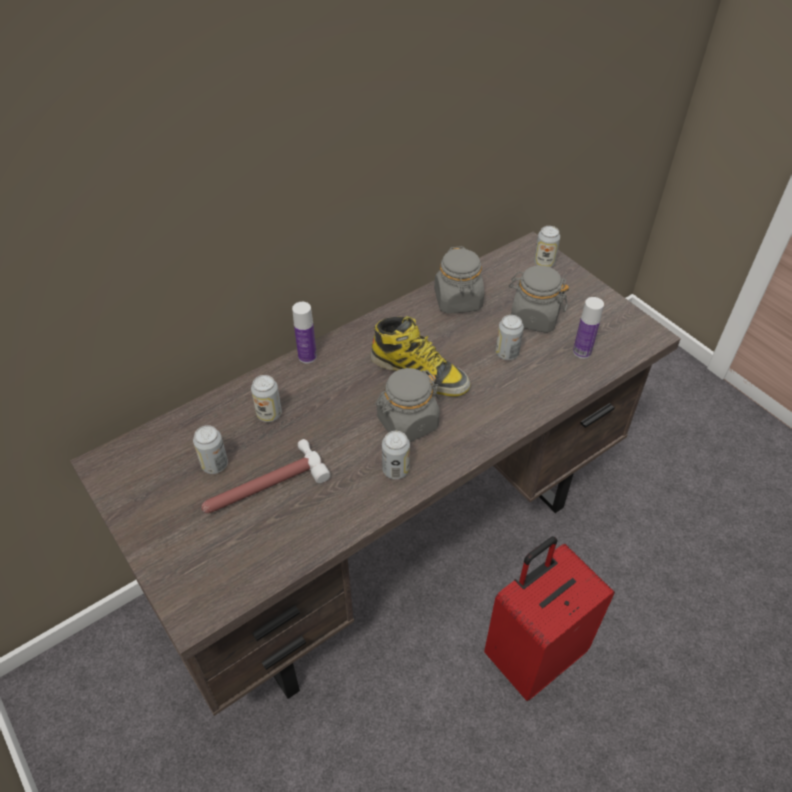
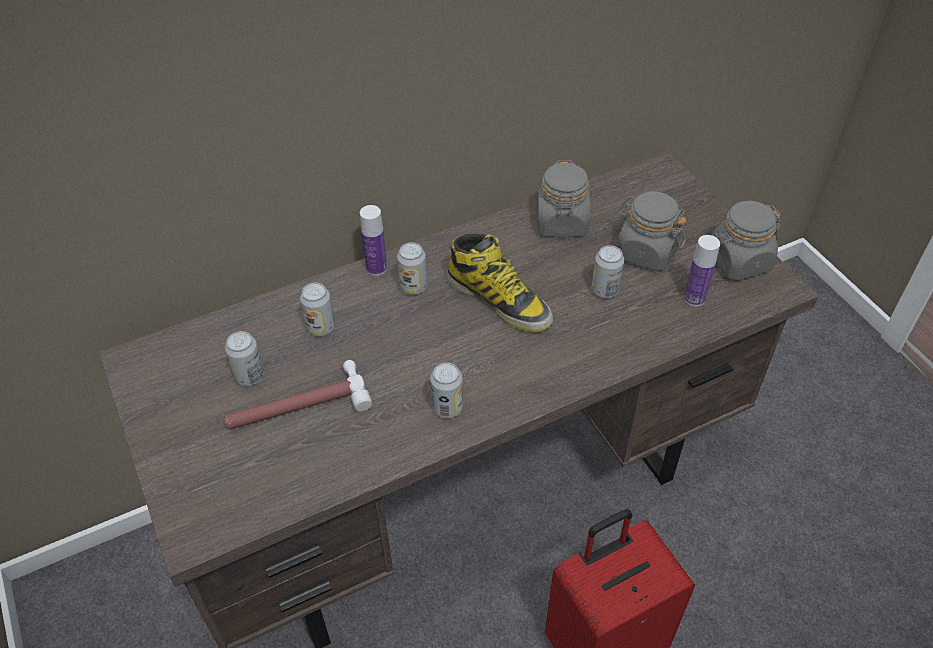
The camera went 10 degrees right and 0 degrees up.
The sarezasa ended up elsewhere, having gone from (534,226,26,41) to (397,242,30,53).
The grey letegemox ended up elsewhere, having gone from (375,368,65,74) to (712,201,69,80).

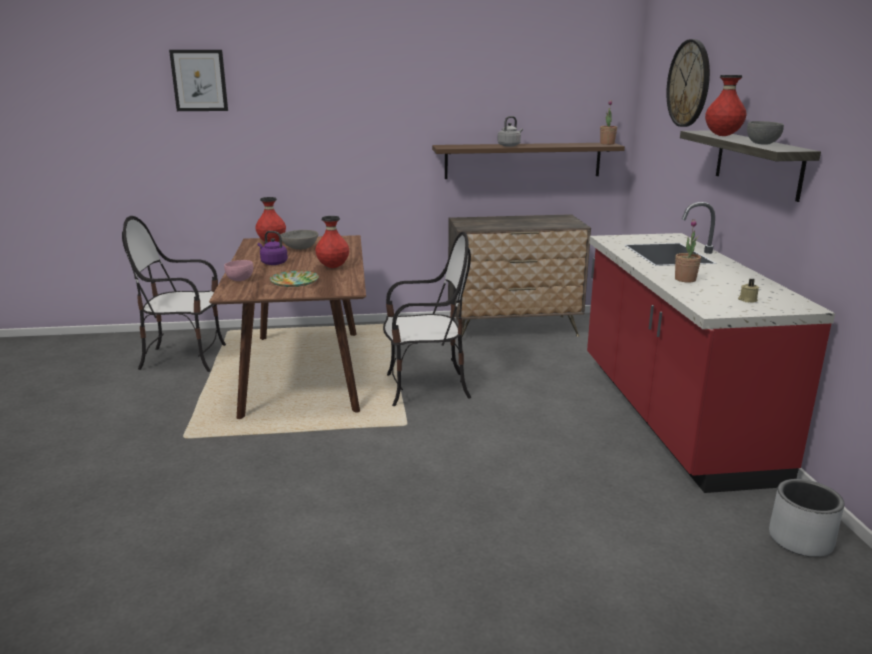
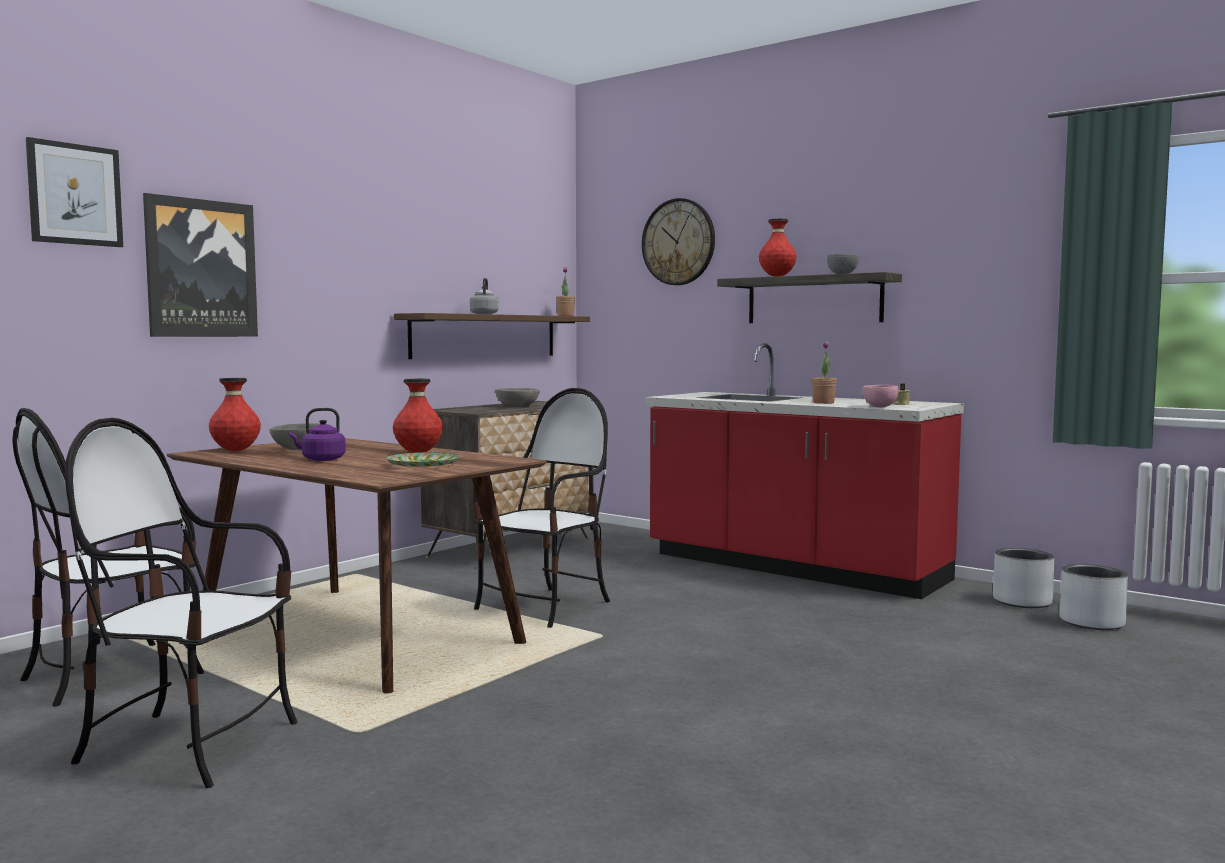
The camera went 45 degrees left and 15 degrees down.
The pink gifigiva ended up elsewhere, having gone from (224,260,29,21) to (863,385,35,23).
The second view gained the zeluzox at (143,193,115,144).
The second view gained the grey gifigiva at (495,388,45,19).
The second view gained the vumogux at (65,418,233,370).
The second view gained the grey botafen at (1059,564,69,66).

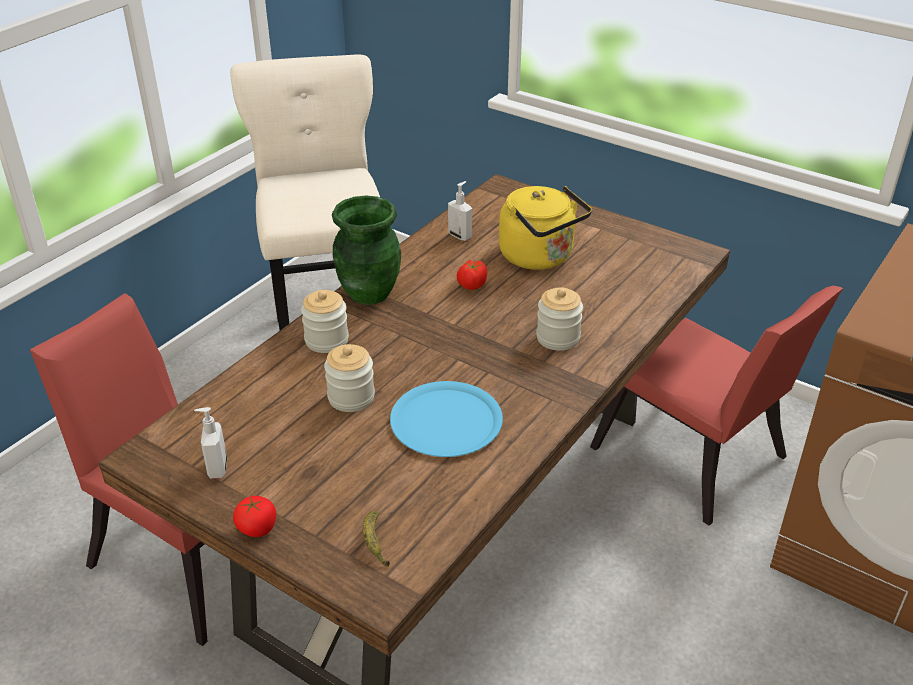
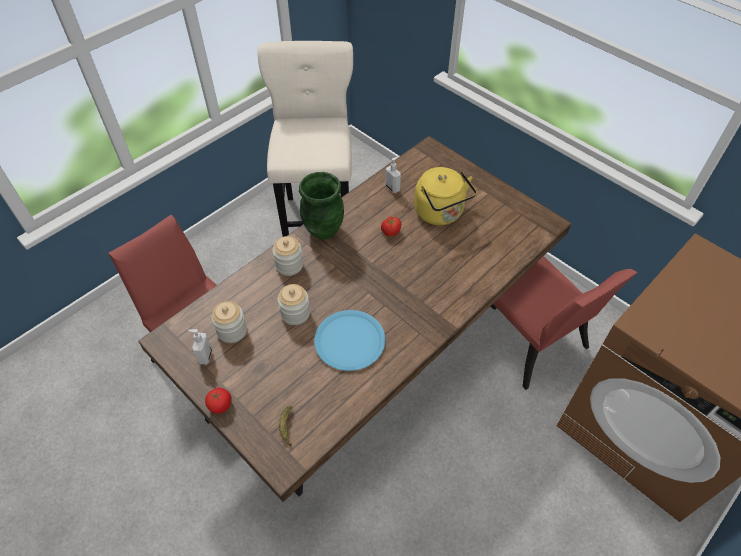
The camera went 10 degrees right and 15 degrees up.
The letegemox ended up elsewhere, having gone from (536,287,47,64) to (211,301,36,42).

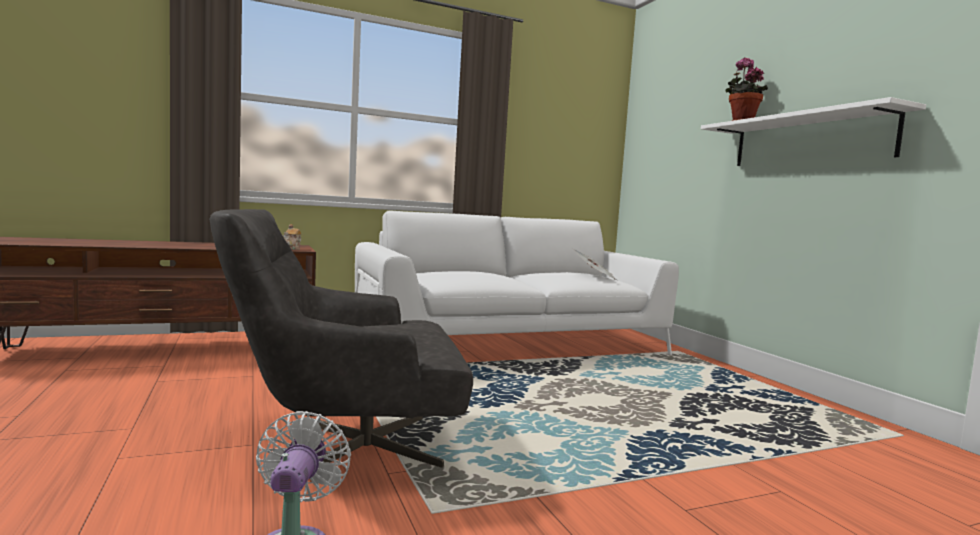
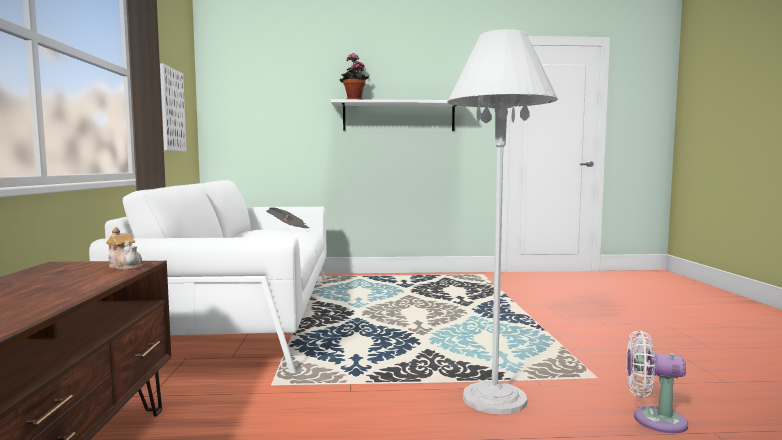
The camera went 70 degrees left and 0 degrees up.
Where the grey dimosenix stood at (209,209,264,259), the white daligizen came to stand at (447,29,111,386).
The second view gained the zeluzox at (160,64,27,88).

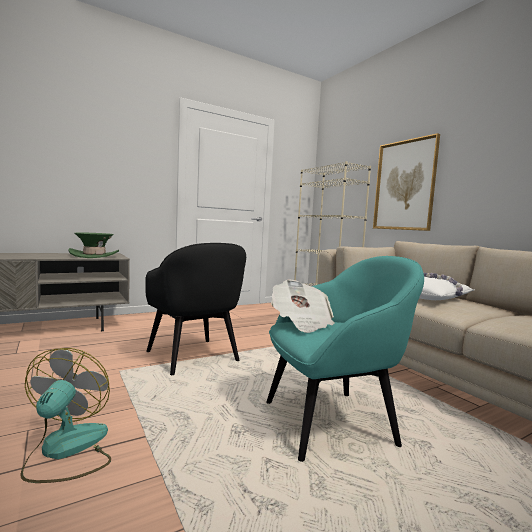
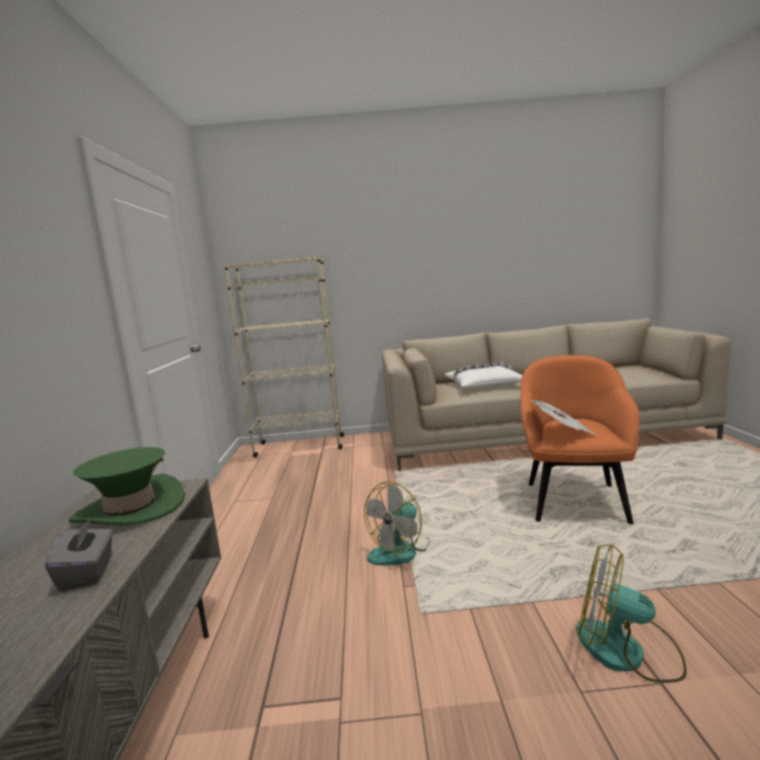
The camera went 60 degrees left and 5 degrees up.
The second view lost the zeluzox at (373,133,67,98).
Where the black dimosenix stood at (145,243,101,132), the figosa came to stand at (364,482,66,83).
What was the turquoise dimosenix at (266,256,158,206) turned into the orange dimosenix at (520,355,120,169).
The second view gained the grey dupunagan at (45,517,68,75).

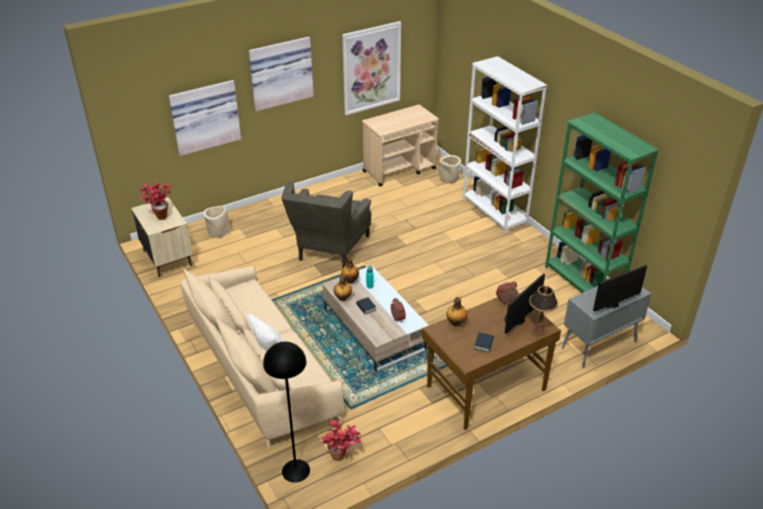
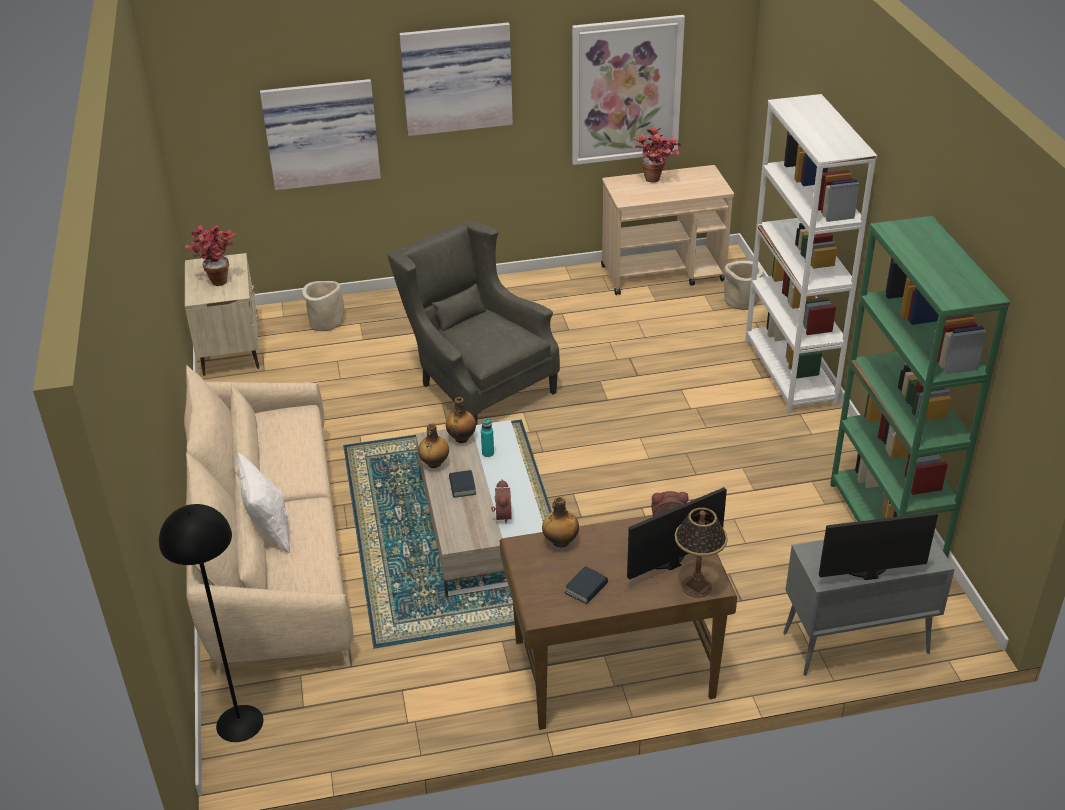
The camera went 20 degrees right and 0 degrees up.
The grey dimosenix at (282,181,89,87) ended up facing another way, 105 degrees clockwise from before.
The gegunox ended up elsewhere, having gone from (320,420,41,41) to (633,127,48,56).

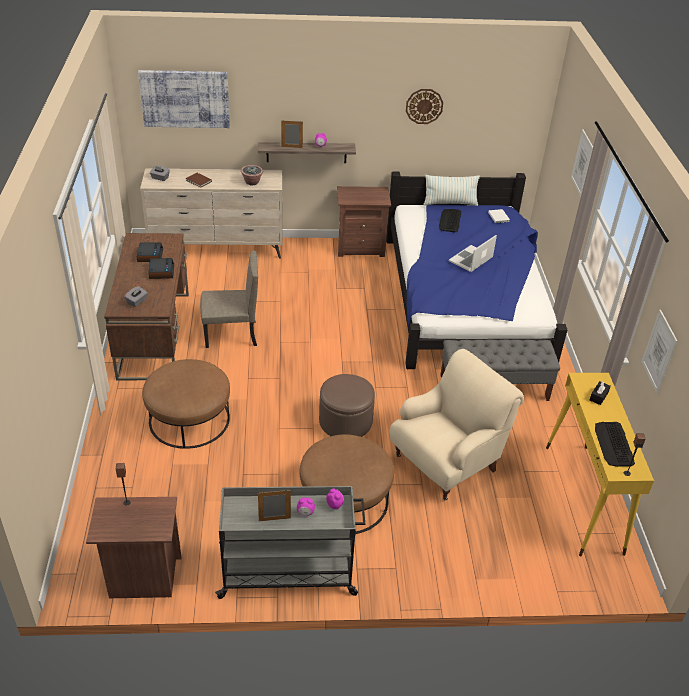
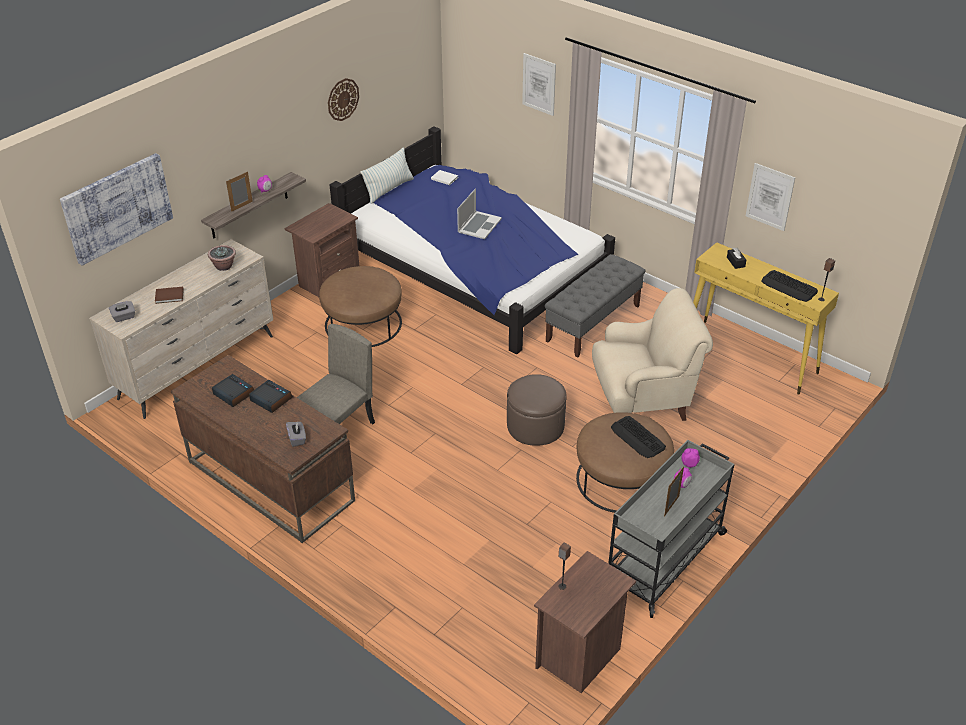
The camera went 45 degrees left and 0 degrees up.
The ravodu ended up elsewhere, having gone from (439,209,22,23) to (611,416,55,42).
The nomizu at (449,235,48,37) ended up facing another way, 150 degrees counterclockwise from before.
The beige dimosenix at (390,349,134,151) ended up facing another way, 75 degrees clockwise from before.
The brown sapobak ended up elsewhere, having gone from (142,359,88,90) to (319,266,83,81).

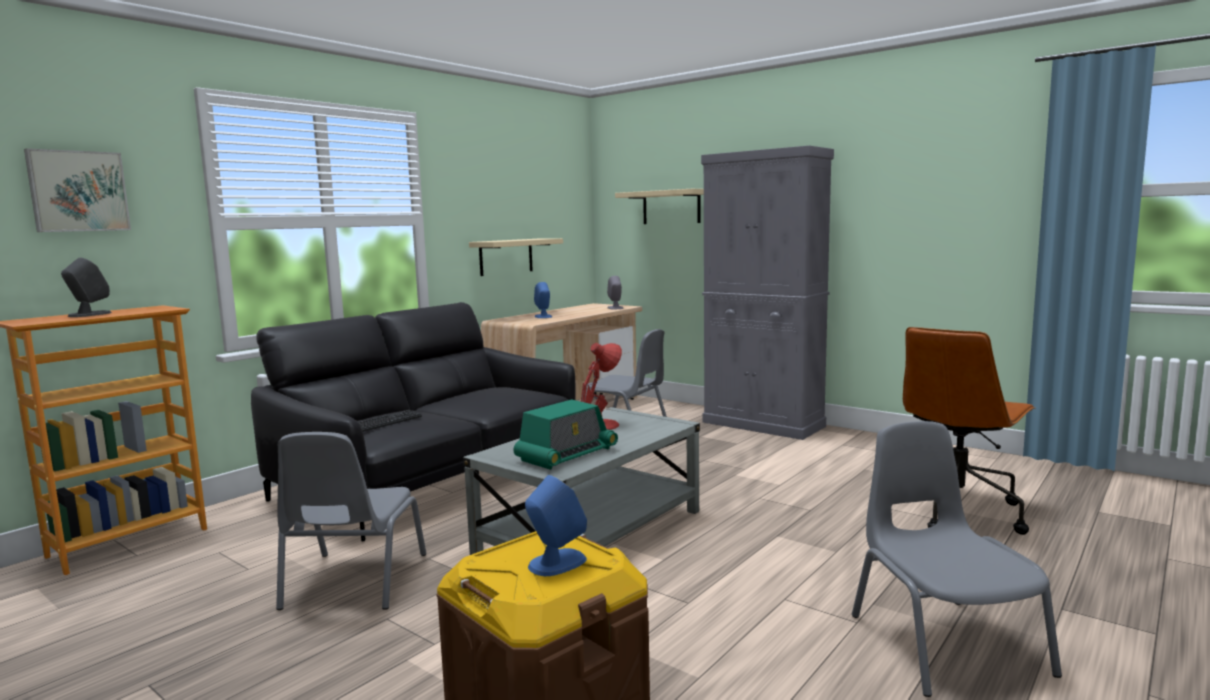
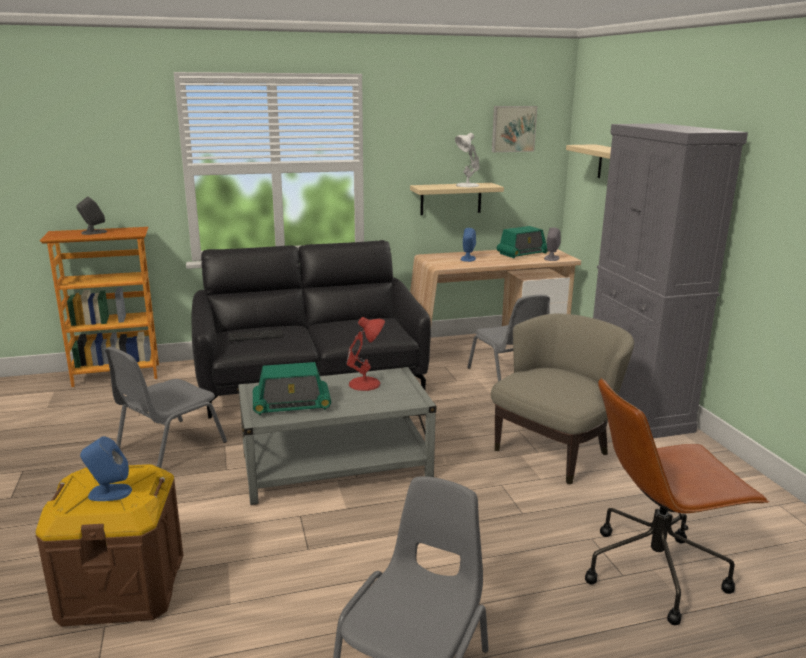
The camera went 35 degrees right and 10 degrees up.
The zeluzox ended up elsewhere, having gone from (24,148,107,84) to (492,106,45,46).
The second view gained the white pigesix at (455,133,25,54).
The second view gained the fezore at (497,226,51,32).
The second view gained the beige dimosenix at (491,314,143,170).

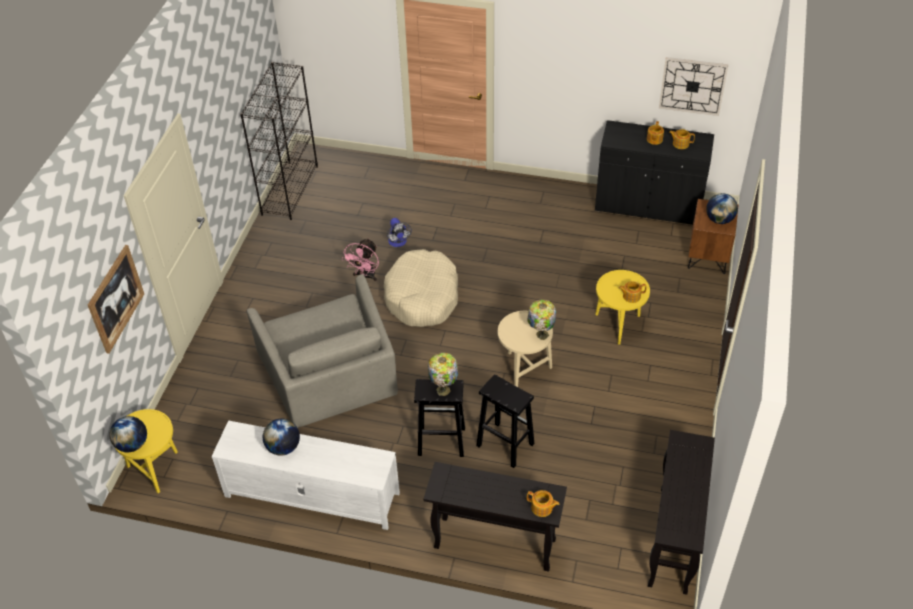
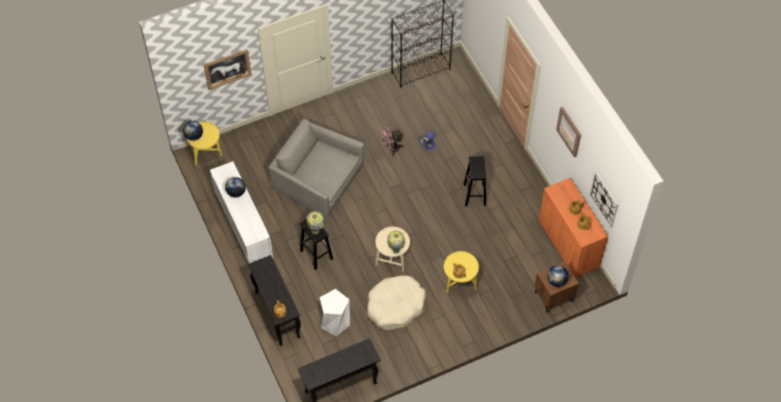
The camera went 50 degrees right and 10 degrees up.
What was the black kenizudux at (595,120,119,105) turned into the orange kenizudux at (539,178,70,100).
The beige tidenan ended up elsewhere, having gone from (384,249,74,78) to (367,275,60,55).
The grey dimosenix at (247,274,151,154) ended up facing another way, 90 degrees clockwise from before.
The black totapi ended up elsewhere, having gone from (476,374,58,94) to (463,156,23,50).
The second view gained the zeluzox at (556,107,25,50).
The second view gained the white totapi at (320,289,30,47).

